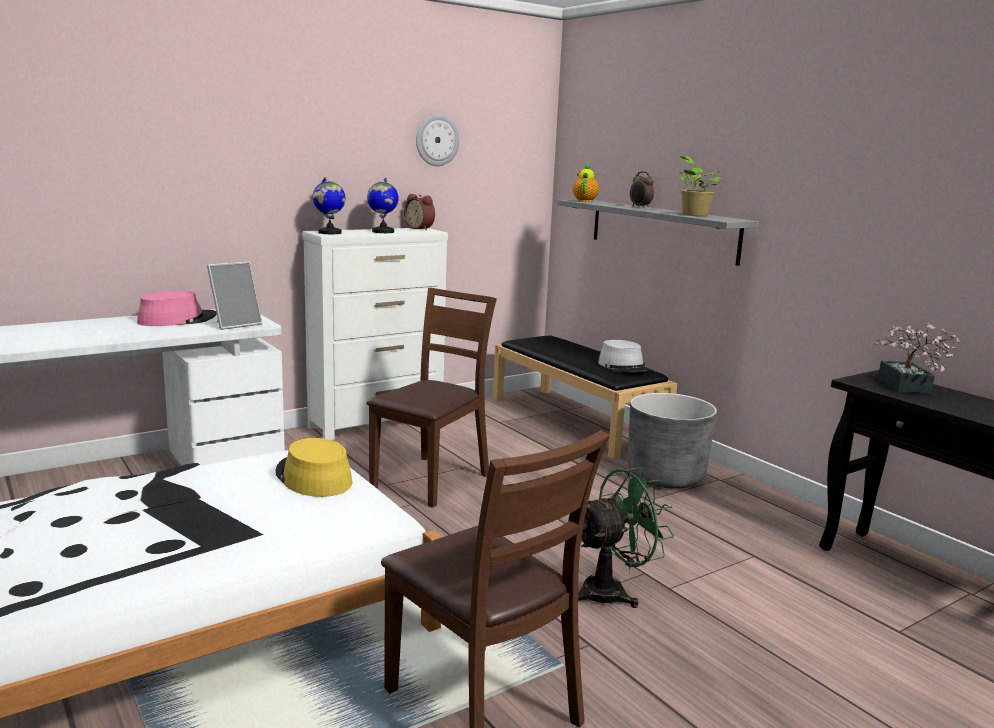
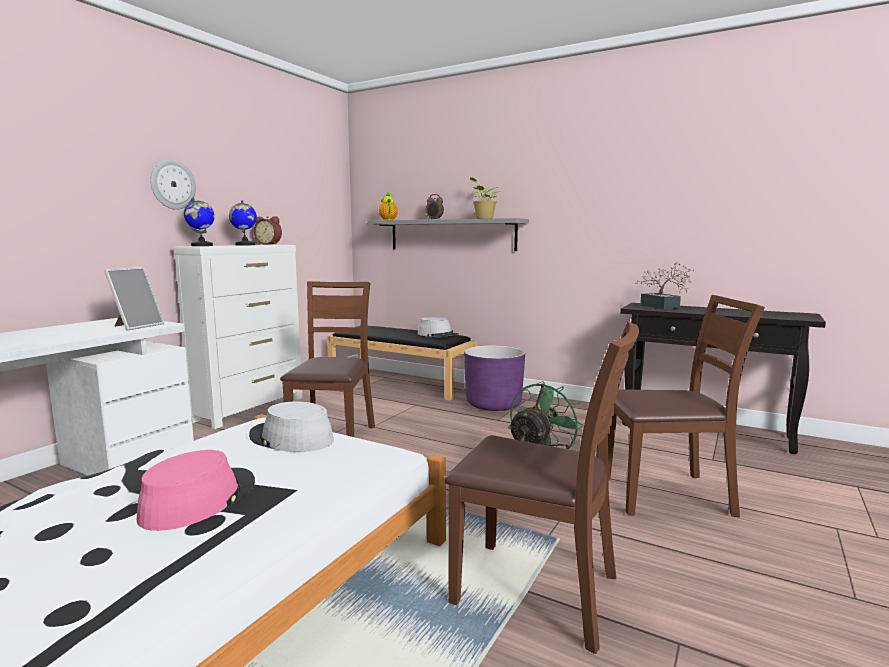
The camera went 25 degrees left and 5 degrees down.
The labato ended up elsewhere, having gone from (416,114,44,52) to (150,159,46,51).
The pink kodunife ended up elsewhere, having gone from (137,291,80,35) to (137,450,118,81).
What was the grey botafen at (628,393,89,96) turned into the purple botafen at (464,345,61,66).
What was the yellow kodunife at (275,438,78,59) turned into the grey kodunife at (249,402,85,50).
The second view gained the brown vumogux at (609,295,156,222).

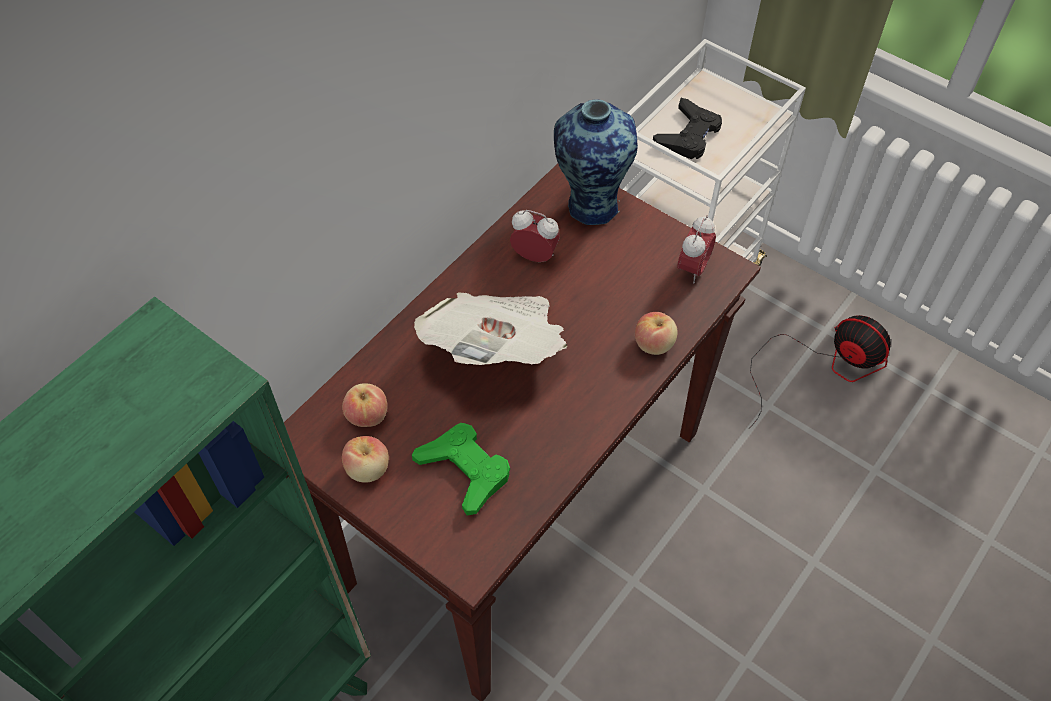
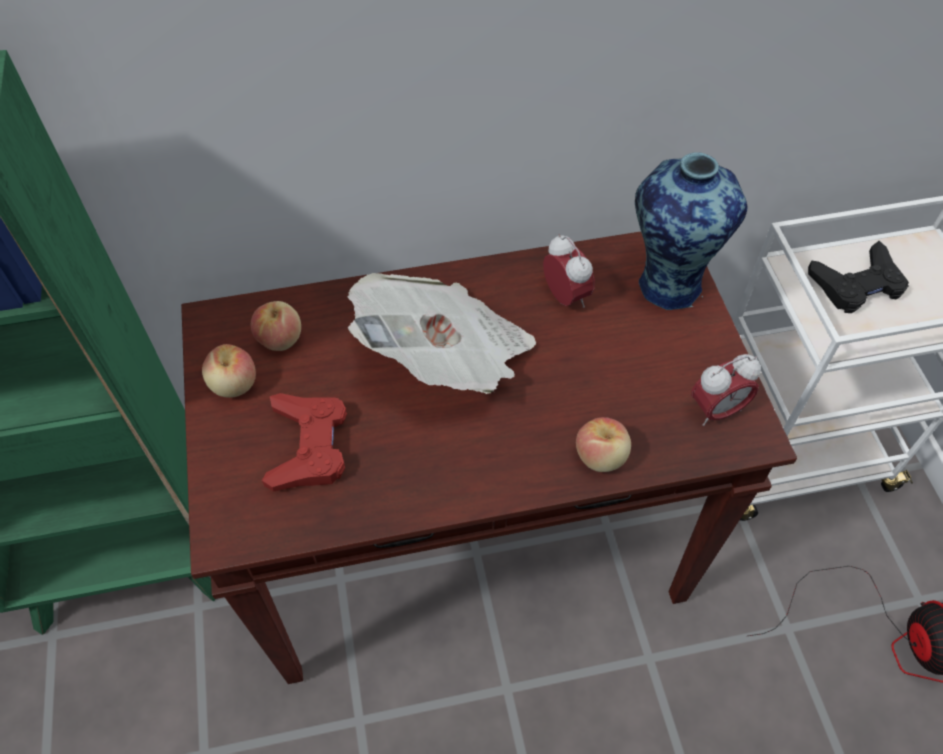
The camera went 40 degrees right and 0 degrees up.
What was the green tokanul at (412,423,98,92) turned into the red tokanul at (262,393,85,98).

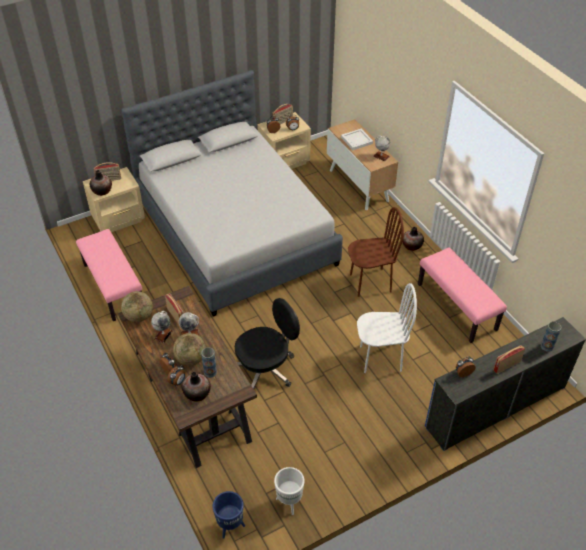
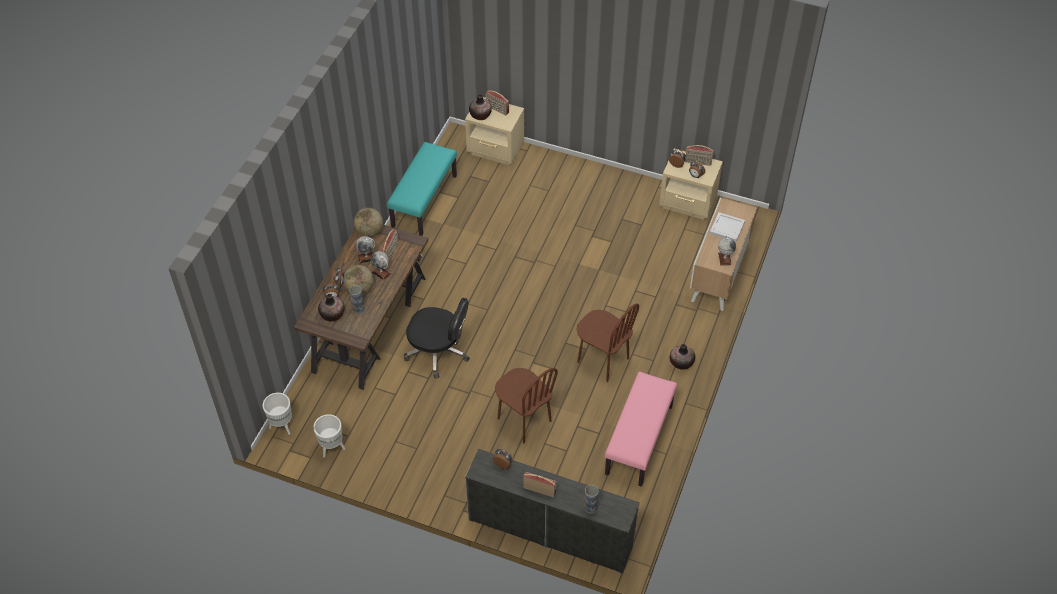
The camera went 50 degrees right and 5 degrees up.
The second view lost the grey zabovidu at (121,70,222,246).
What was the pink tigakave at (76,229,66,92) turned into the turquoise tigakave at (387,142,70,94).
What was the white vumogux at (357,283,60,90) turned into the brown vumogux at (495,368,63,75).
What was the blue botafen at (213,491,32,48) turned into the white botafen at (263,393,29,42).

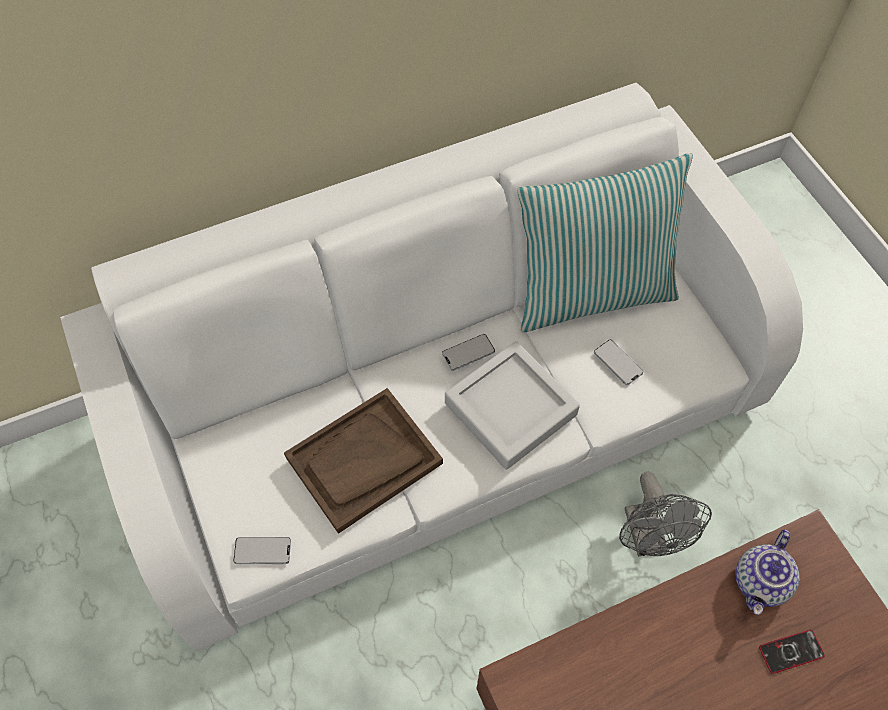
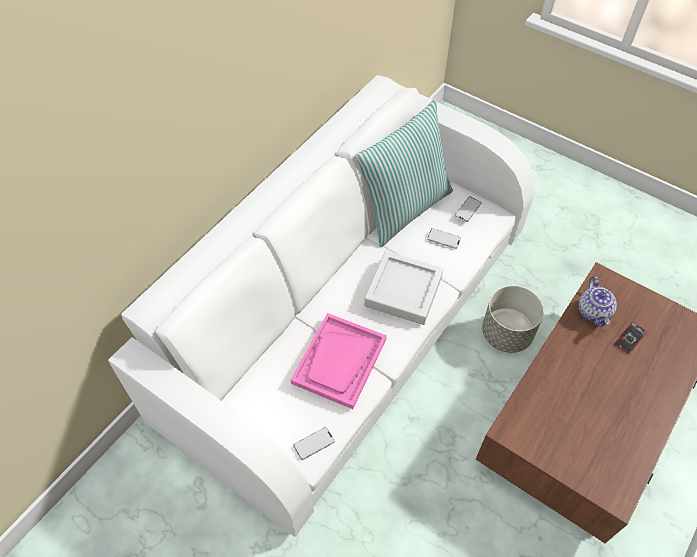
The camera went 30 degrees left and 5 degrees down.
The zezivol ended up elsewhere, having gone from (442,334,53,37) to (455,196,27,26).
What was the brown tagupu at (284,388,159,146) turned into the pink tagupu at (291,313,96,96).
Where the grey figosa stood at (619,472,93,85), the grey botafen came to stand at (482,285,62,68).

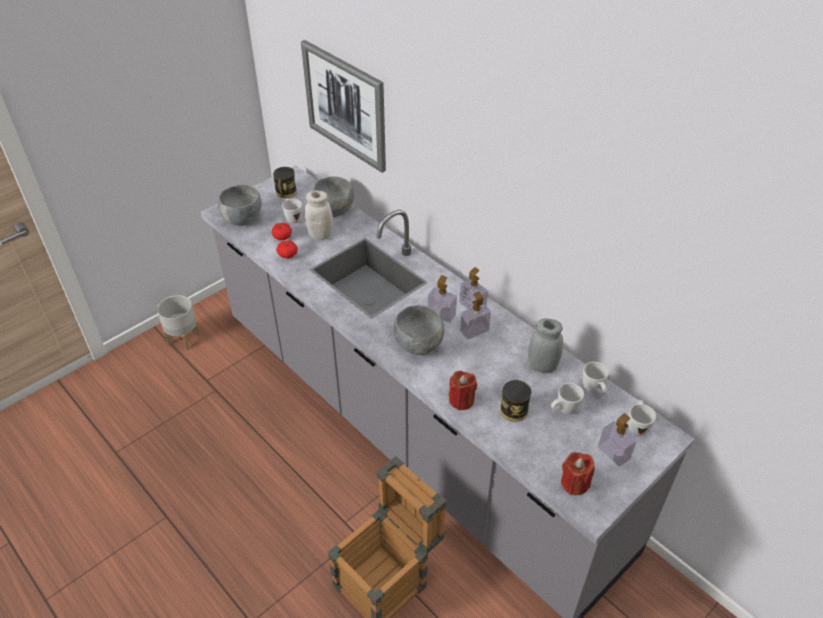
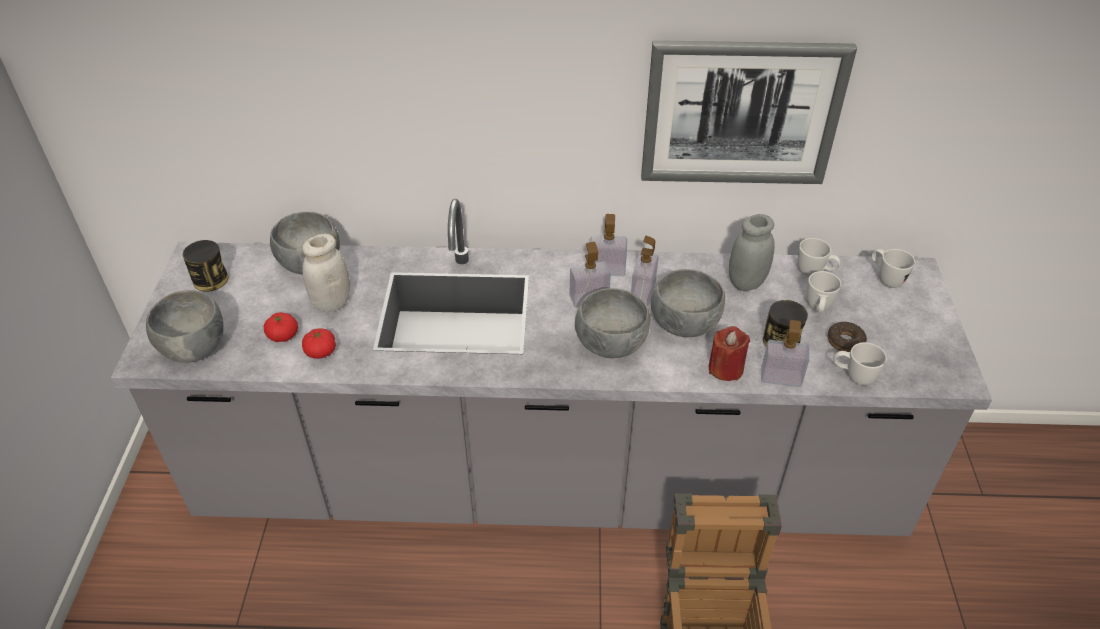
The camera went 45 degrees left and 0 degrees up.
The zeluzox ended up elsewhere, having gone from (301,40,85,133) to (641,40,216,144).
The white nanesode ended up elsewhere, having gone from (282,199,20,25) to (834,342,53,44).
The second view lost the grey botafen at (157,295,43,54).
The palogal ended up elsewhere, having gone from (598,413,39,54) to (761,320,48,67).
The second view lost the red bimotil at (561,452,34,43).
The second view gained the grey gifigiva at (651,269,74,68).
The second view gained the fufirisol at (828,321,39,31).

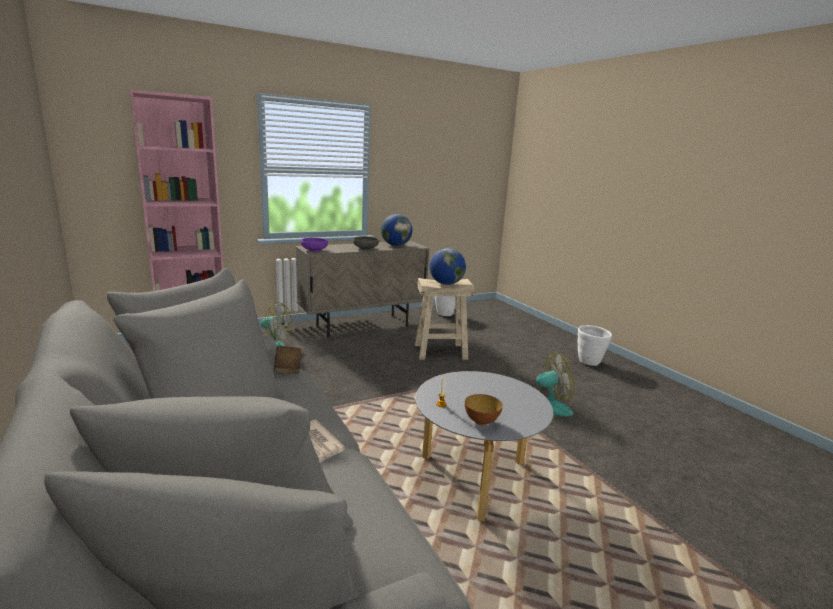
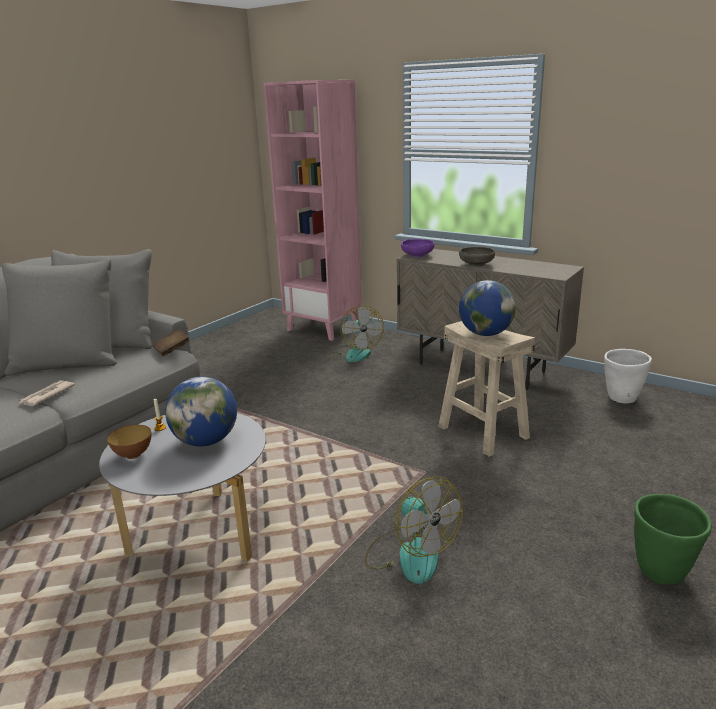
The camera went 65 degrees right and 5 degrees up.
The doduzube ended up elsewhere, having gone from (381,214,31,32) to (165,377,72,70).
What was the white botafen at (577,325,35,41) turned into the green botafen at (634,494,78,91).

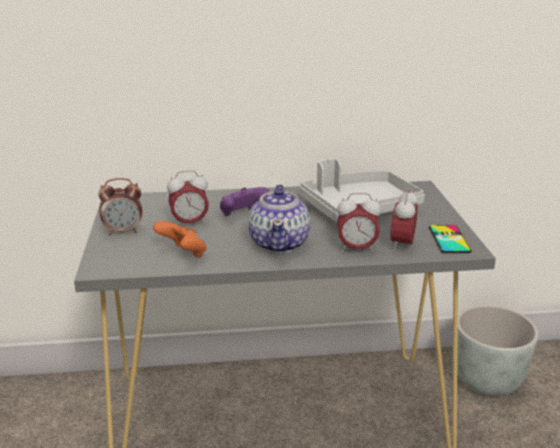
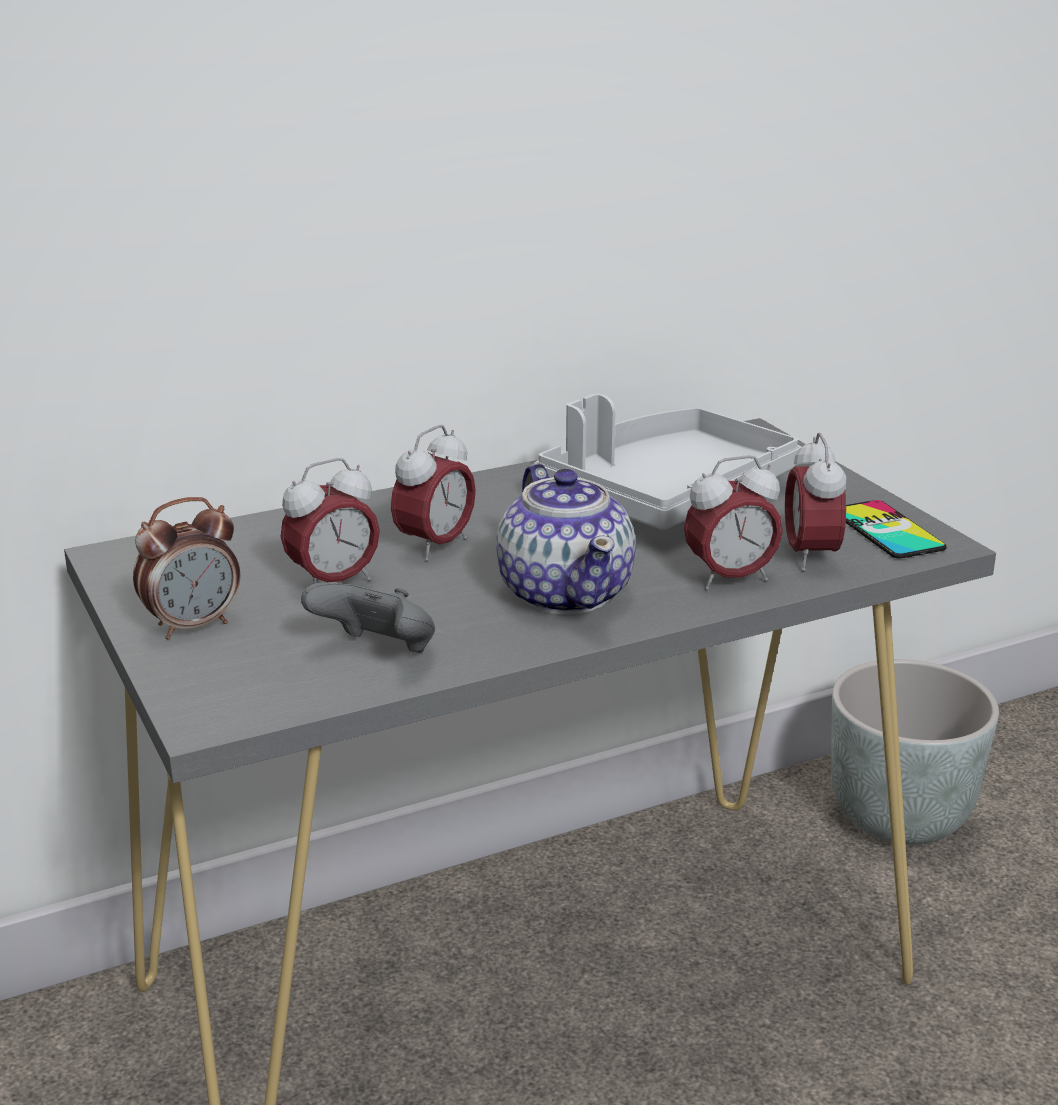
The camera went 20 degrees left and 0 degrees up.
Where the purple tokanul stood at (220,187,50,29), the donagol came to stand at (391,425,85,136).
What was the orange tokanul at (153,221,54,37) turned into the grey tokanul at (301,583,134,70).

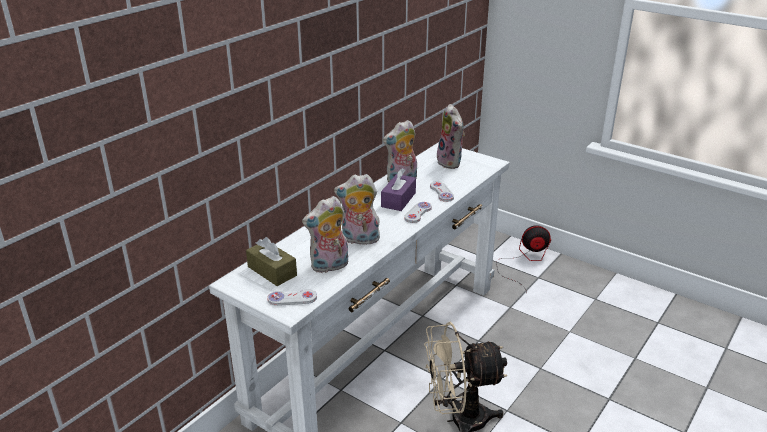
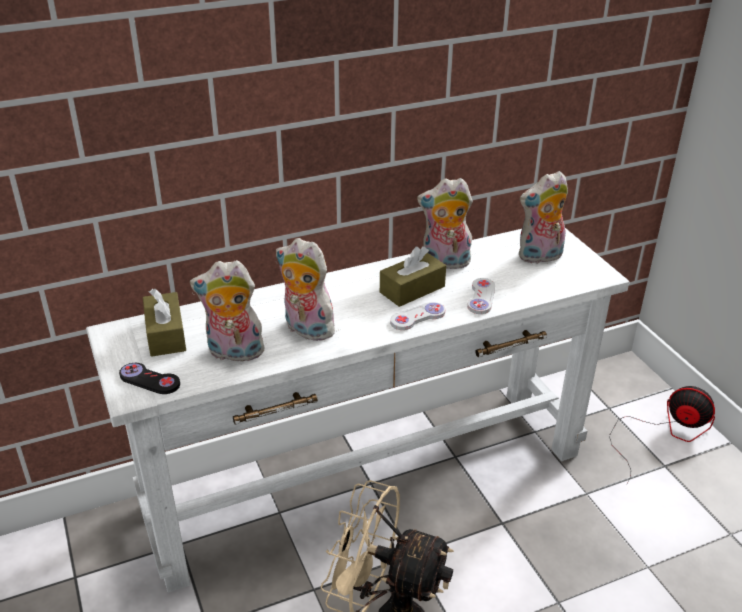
The camera went 30 degrees right and 5 degrees up.
The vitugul at (437,104,28,65) ended up facing another way, 60 degrees clockwise from before.
What was the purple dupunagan at (381,168,35,43) turned into the brown dupunagan at (380,246,66,61).
What was the white tokanul at (267,289,50,17) turned into the black tokanul at (119,363,61,31).

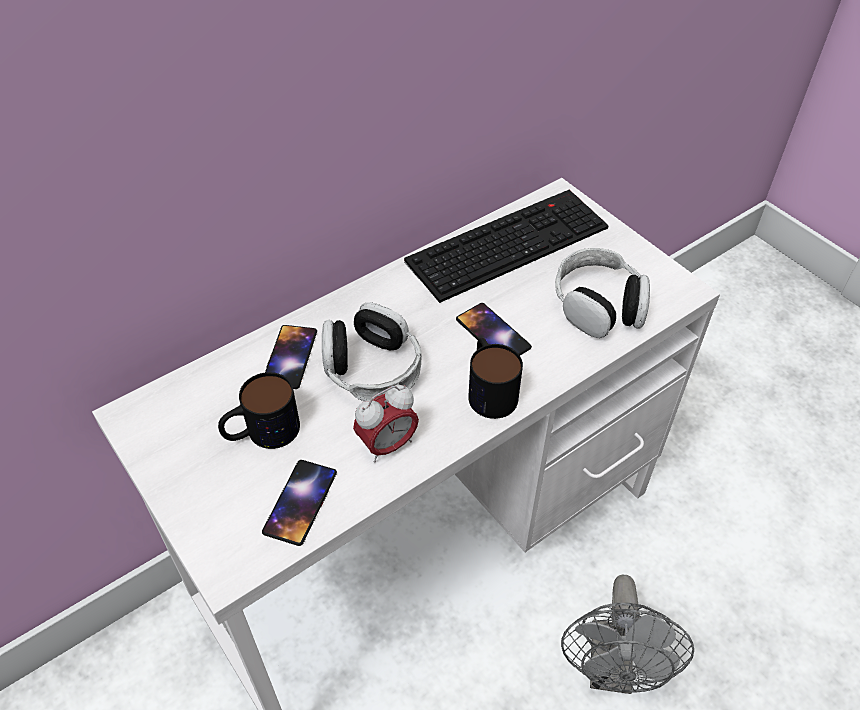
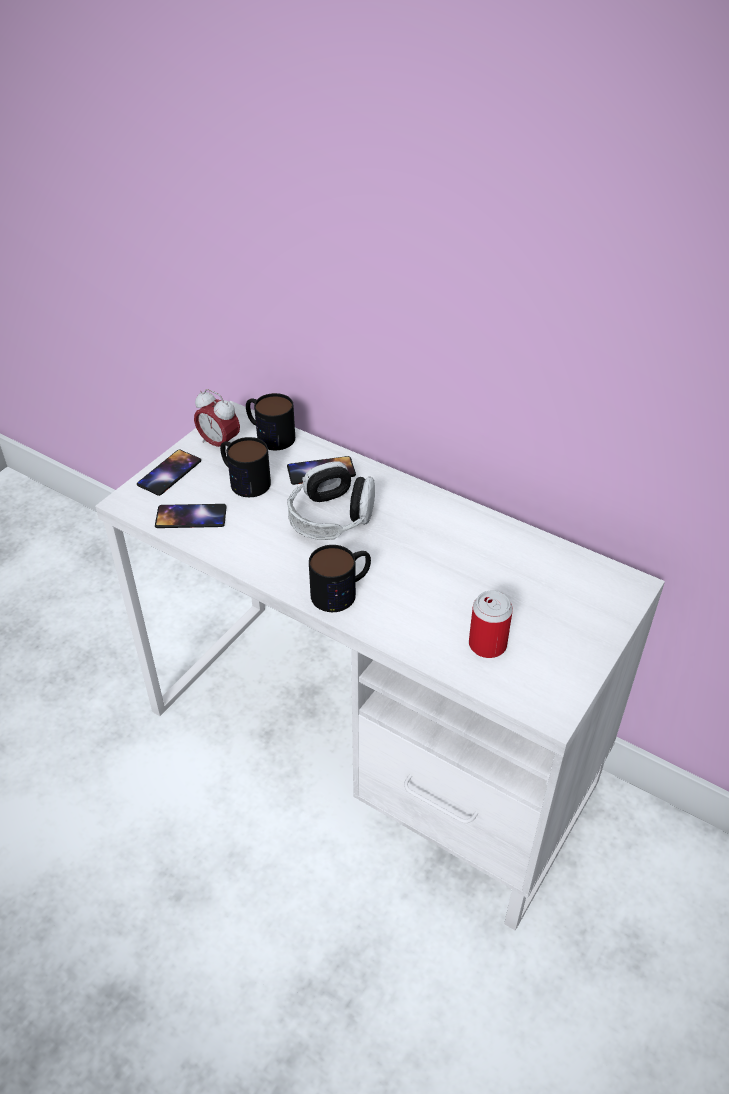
The camera went 70 degrees right and 5 degrees down.
The second view lost the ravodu at (404,189,205,114).
Where the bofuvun stood at (555,248,95,90), the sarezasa came to stand at (469,591,44,67).
The zezivol ended up elsewhere, having gone from (456,303,76,52) to (137,450,64,46).
The donagol ended up elsewhere, having gone from (353,385,66,78) to (194,389,46,65).
The second view lost the grey figosa at (561,575,133,119).
The second view gained the nanesode at (246,393,49,57).

